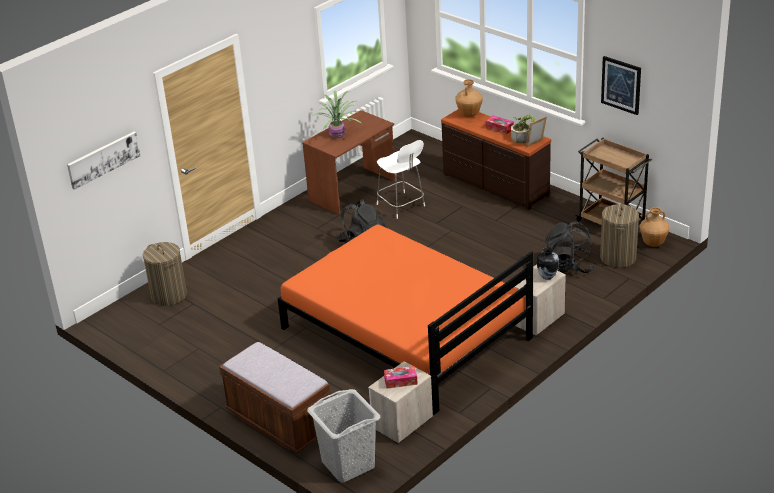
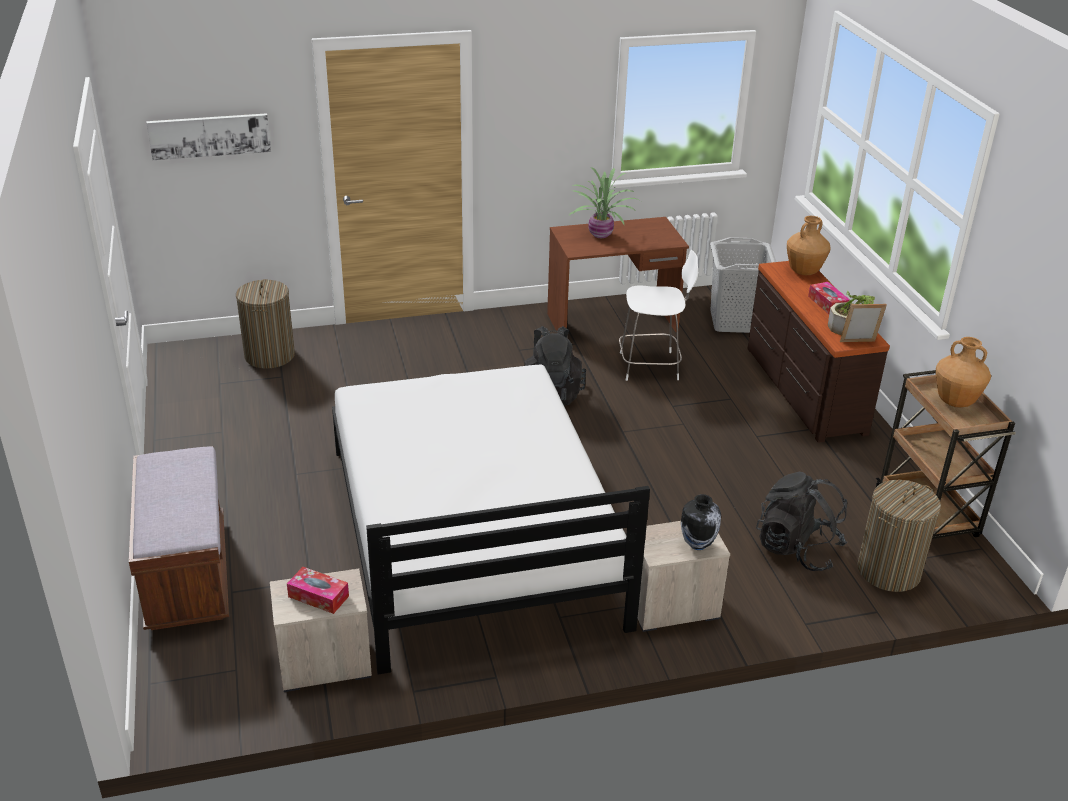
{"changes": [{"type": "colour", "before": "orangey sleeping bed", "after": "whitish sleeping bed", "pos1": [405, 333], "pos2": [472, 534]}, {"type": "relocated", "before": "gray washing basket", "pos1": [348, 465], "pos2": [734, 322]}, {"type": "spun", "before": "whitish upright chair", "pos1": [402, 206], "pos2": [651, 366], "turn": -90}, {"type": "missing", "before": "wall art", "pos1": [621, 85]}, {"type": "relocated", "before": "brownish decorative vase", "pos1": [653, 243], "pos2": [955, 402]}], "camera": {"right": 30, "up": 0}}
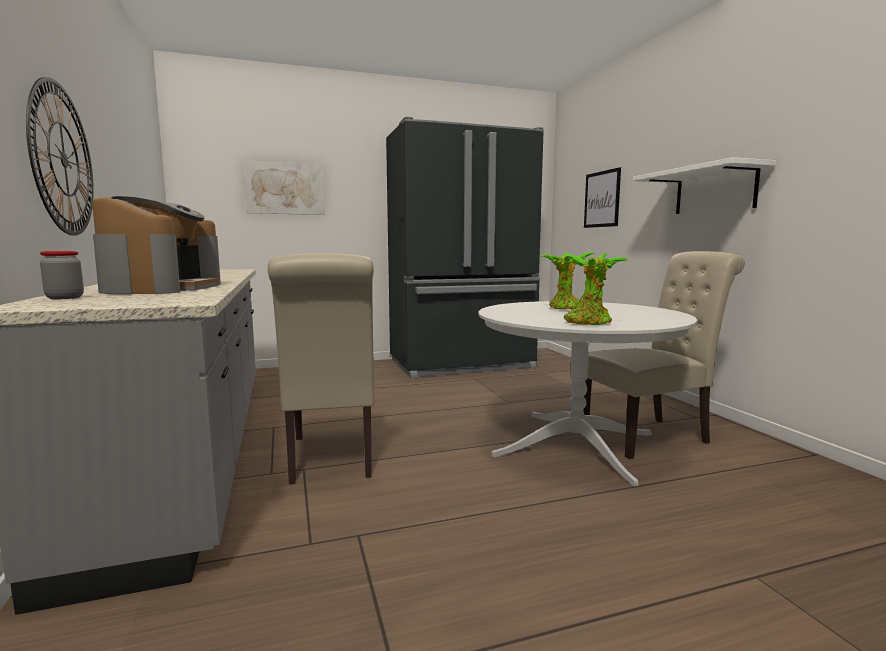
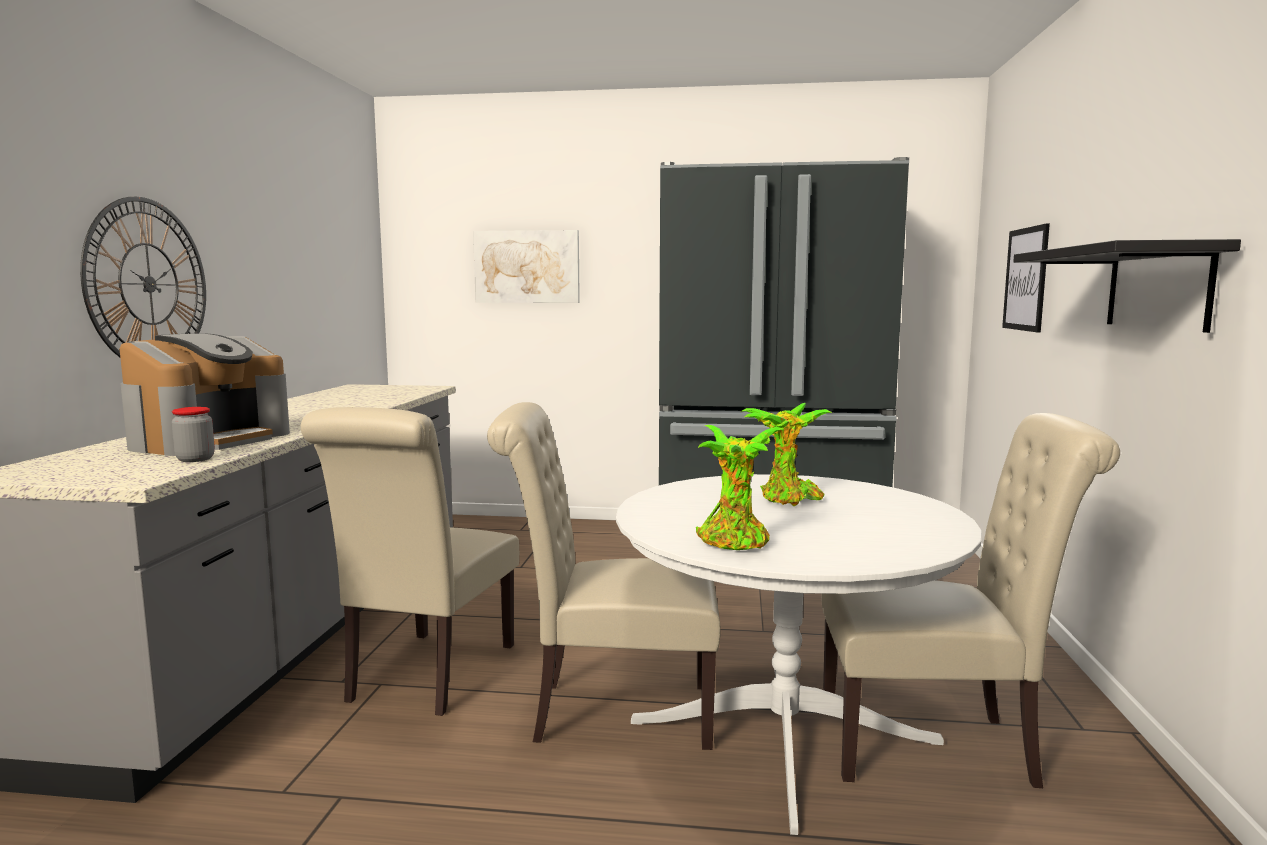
{"changes": [{"type": "relocated", "before": "jar", "pos1": [65, 298], "pos2": [195, 459]}, {"type": "colour", "before": "whitish wall shelf", "after": "black wall shelf", "pos1": [714, 190], "pos2": [1157, 288]}, {"type": "appeared", "after": "beige-coloured upright chair", "pos2": [611, 712]}], "camera": {"right": 25, "up": 0}}
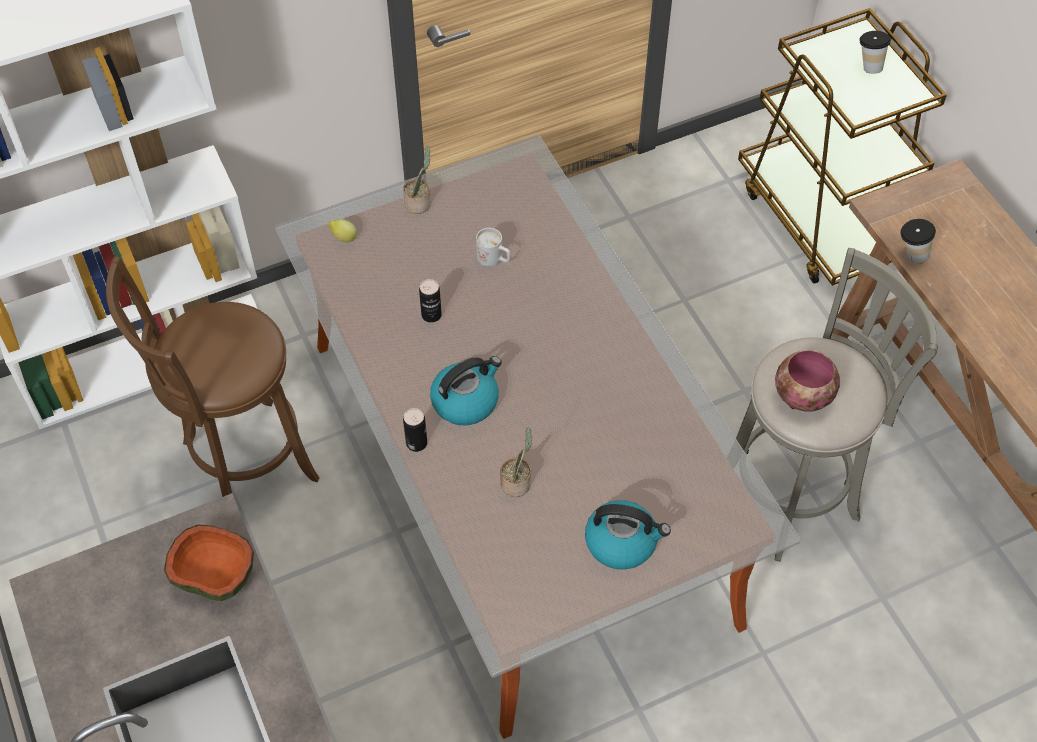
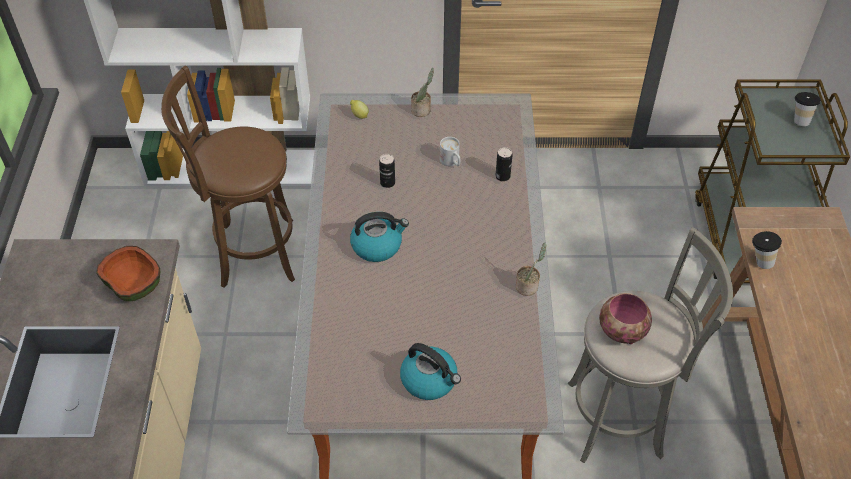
{"changes": [{"type": "relocated", "before": "metal can", "pos1": [416, 443], "pos2": [502, 176]}, {"type": "relocated", "before": "plant in a pot", "pos1": [517, 482], "pos2": [528, 286]}], "camera": {"right": 25, "up": -5}}
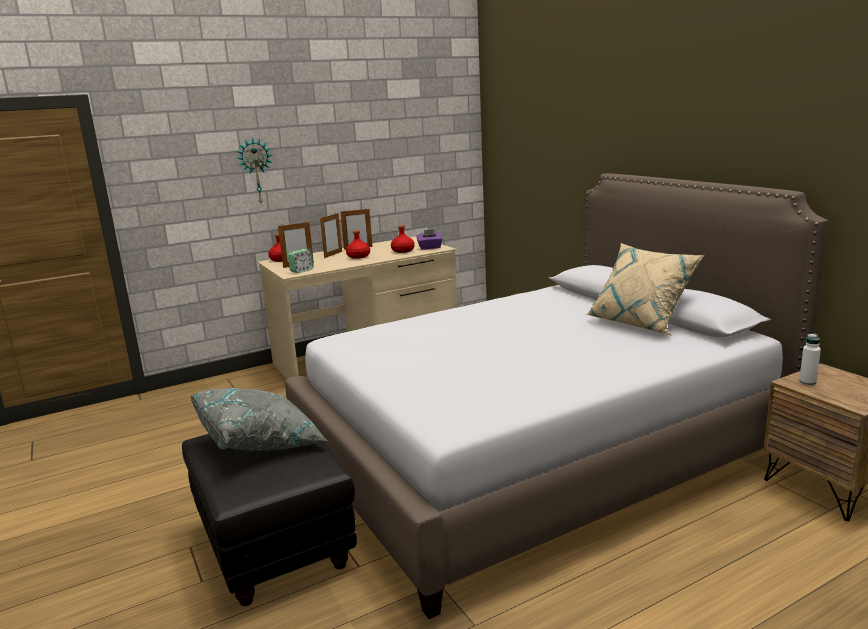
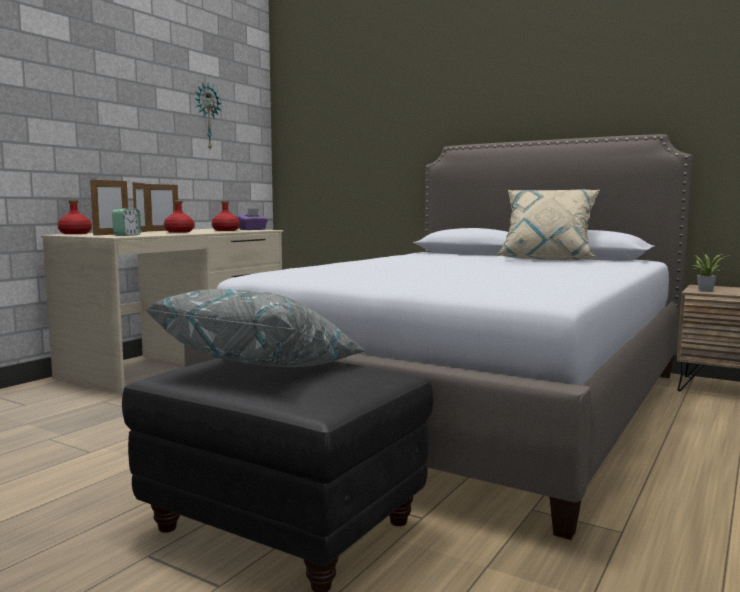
{"changes": [{"type": "relocated", "before": "wall clock", "pos1": [256, 171], "pos2": [206, 116]}, {"type": "exchanged", "before": "whitish bottle", "after": "plant in a pot", "pos1": [807, 382], "pos2": [705, 290]}], "camera": {"right": -30, "up": -10}}
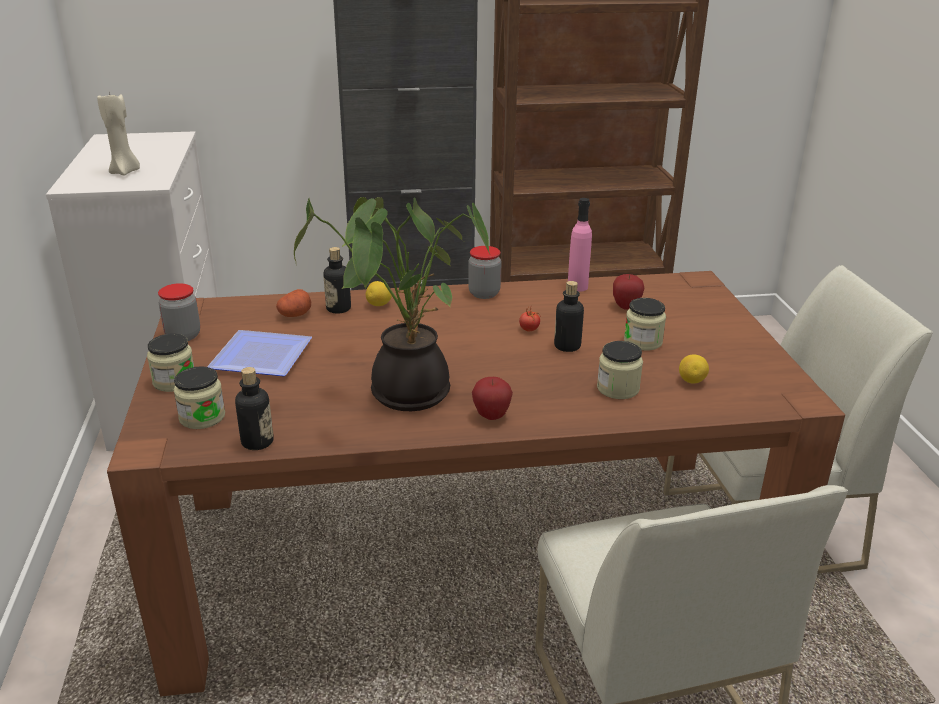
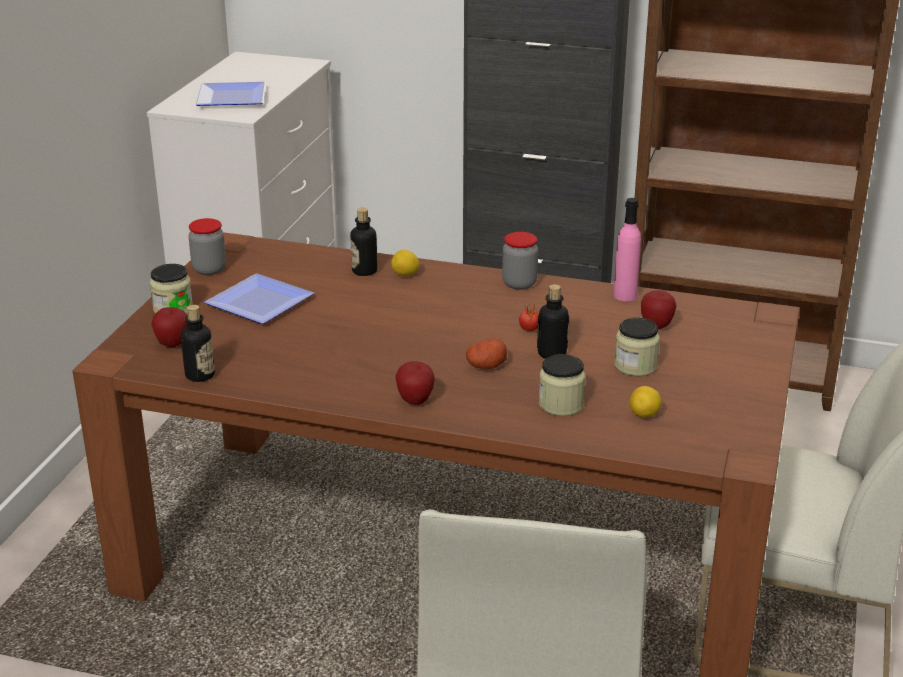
{"changes": [{"type": "exchanged", "before": "beige-coloured wax light", "after": "plate", "pos1": [125, 172], "pos2": [229, 99]}, {"type": "exchanged", "before": "jar", "after": "apple", "pos1": [202, 417], "pos2": [172, 344]}, {"type": "relocated", "before": "whole potato", "pos1": [295, 315], "pos2": [486, 366]}, {"type": "missing", "before": "plant in a pot", "pos1": [405, 390]}], "camera": {"right": 25, "up": 0}}
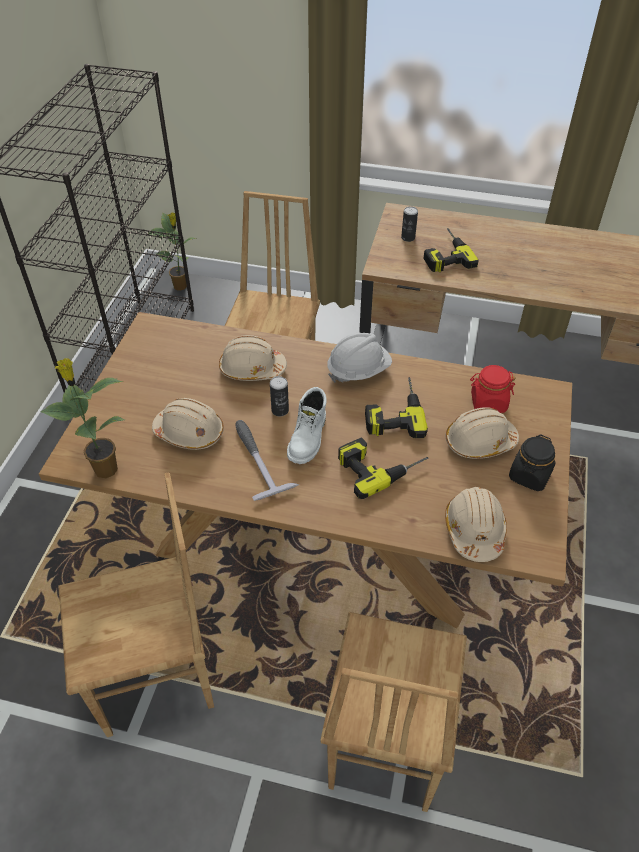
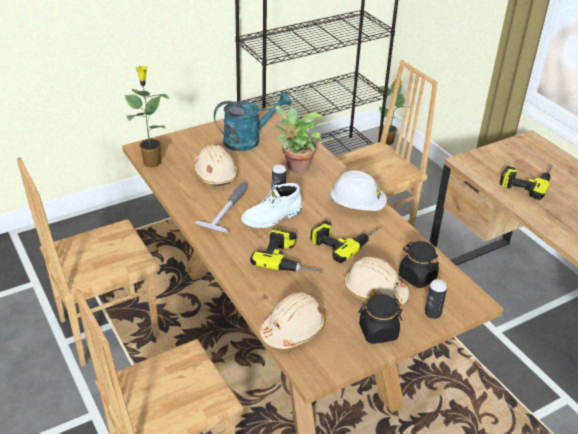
{"changes": [{"type": "spun", "before": "brownish upright chair", "pos1": [156, 680], "pos2": [107, 328], "turn": 120}, {"type": "exchanged", "before": "beige-coloured safety helmet", "after": "plant in a pot", "pos1": [252, 369], "pos2": [295, 166]}, {"type": "relocated", "before": "metal can", "pos1": [408, 238], "pos2": [432, 313]}, {"type": "colour", "before": "red-coloured jar", "after": "black jar", "pos1": [488, 402], "pos2": [417, 276]}, {"type": "appeared", "after": "blue-green watering can", "pos2": [248, 140]}], "camera": {"right": 45, "up": -10}}
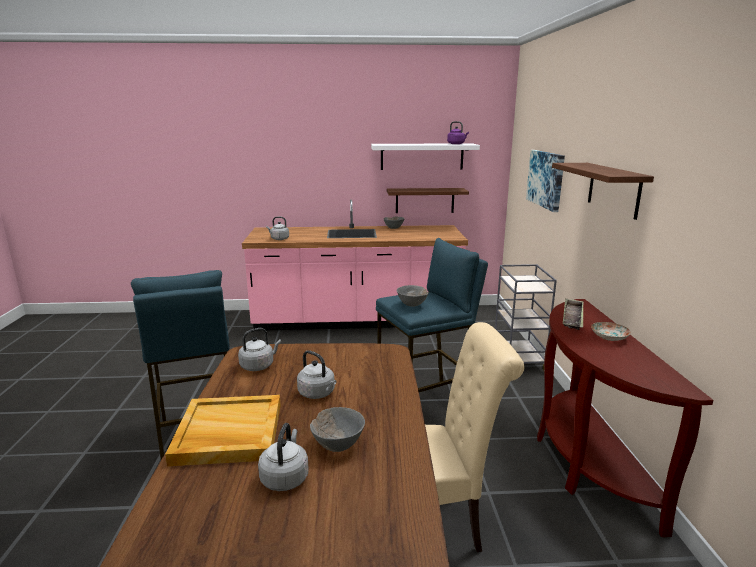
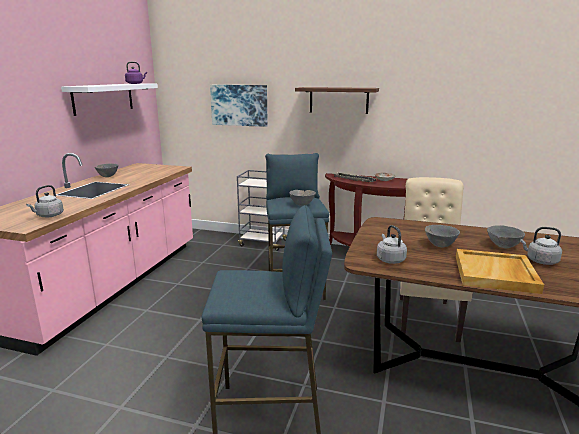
{"changes": [{"type": "exchanged", "before": "gray kettle", "after": "gray deep dish", "pos1": [318, 394], "pos2": [439, 245]}, {"type": "missing", "before": "wall shelf", "pos1": [424, 200]}], "camera": {"right": -70, "up": 0}}
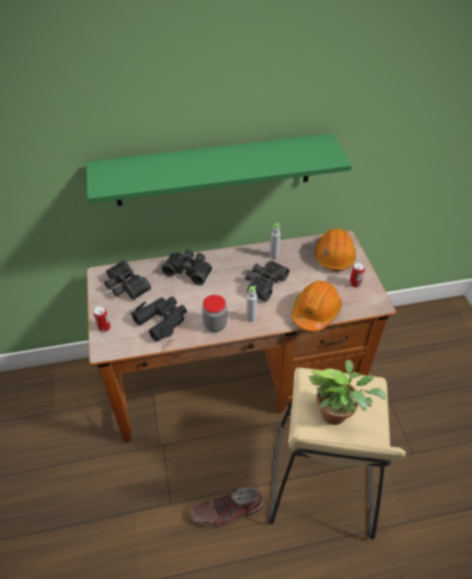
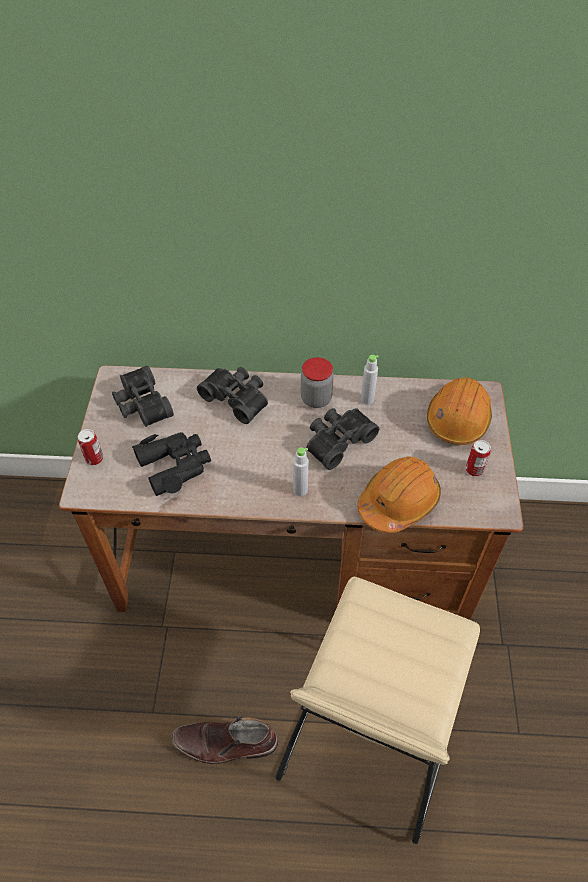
{"changes": [{"type": "missing", "before": "greenish wall shelf", "pos1": [214, 170]}, {"type": "relocated", "before": "jar", "pos1": [215, 325], "pos2": [316, 399]}, {"type": "missing", "before": "plant in a pot", "pos1": [337, 413]}], "camera": {"right": 15, "up": 5}}
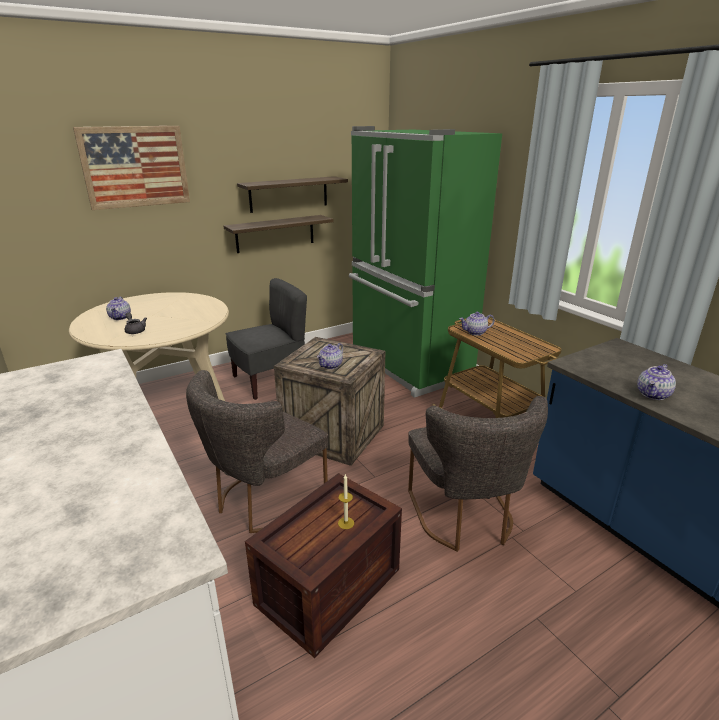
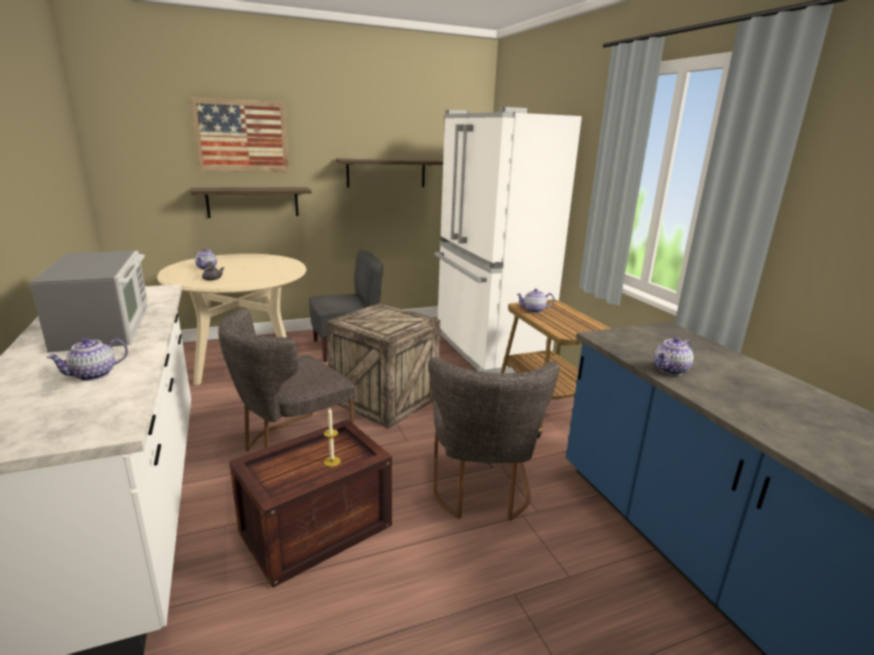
{"changes": [{"type": "relocated", "before": "wall shelf", "pos1": [275, 233], "pos2": [253, 202]}, {"type": "relocated", "before": "pot for tea", "pos1": [330, 365], "pos2": [93, 375]}, {"type": "colour", "before": "greenish refrigerator", "after": "whitish refrigerator", "pos1": [408, 366], "pos2": [486, 350]}, {"type": "appeared", "after": "microwave", "pos2": [106, 327]}], "camera": {"right": 10, "up": -5}}
